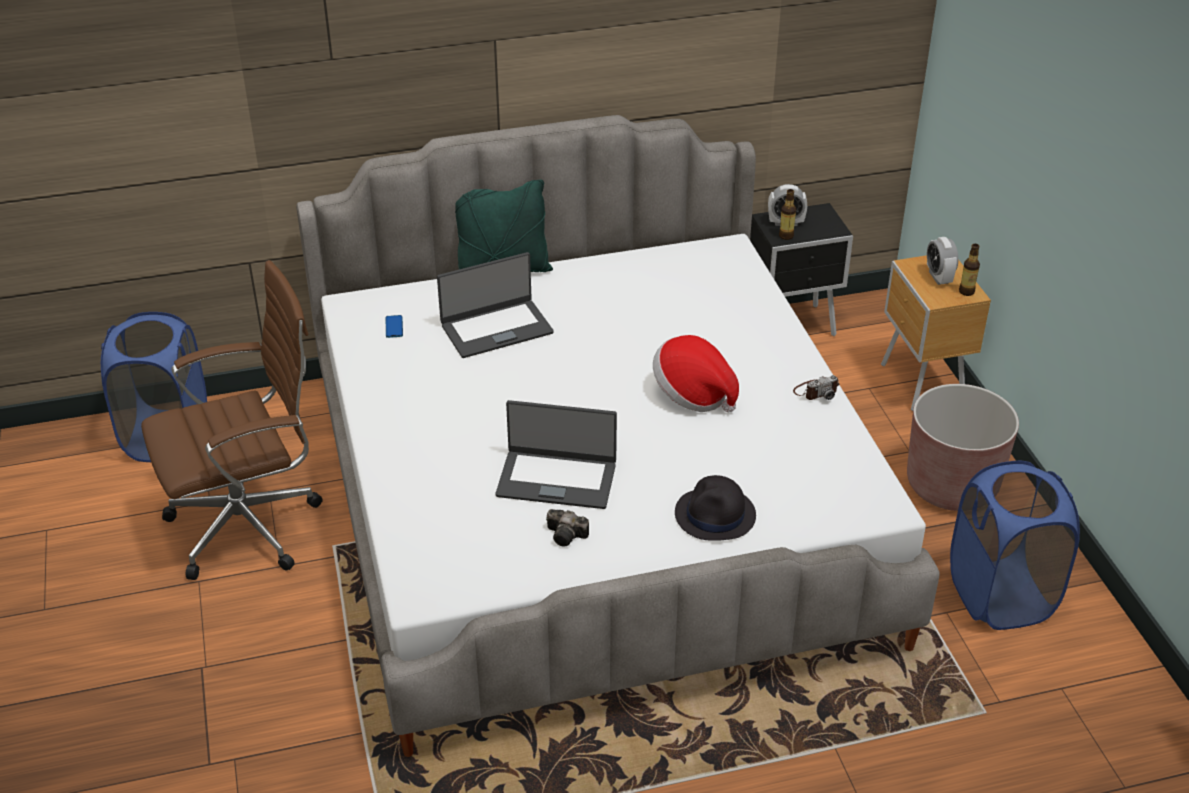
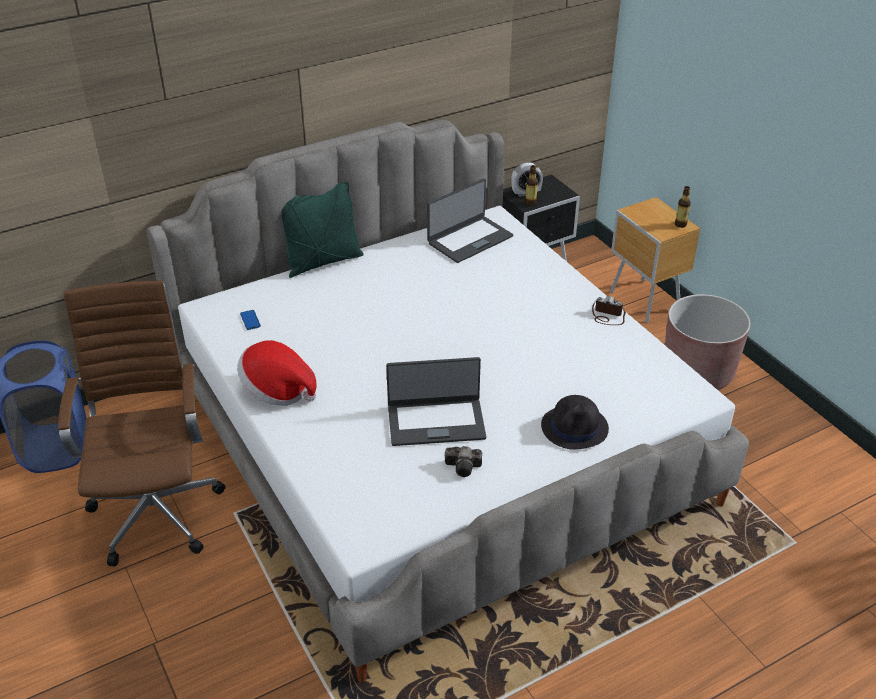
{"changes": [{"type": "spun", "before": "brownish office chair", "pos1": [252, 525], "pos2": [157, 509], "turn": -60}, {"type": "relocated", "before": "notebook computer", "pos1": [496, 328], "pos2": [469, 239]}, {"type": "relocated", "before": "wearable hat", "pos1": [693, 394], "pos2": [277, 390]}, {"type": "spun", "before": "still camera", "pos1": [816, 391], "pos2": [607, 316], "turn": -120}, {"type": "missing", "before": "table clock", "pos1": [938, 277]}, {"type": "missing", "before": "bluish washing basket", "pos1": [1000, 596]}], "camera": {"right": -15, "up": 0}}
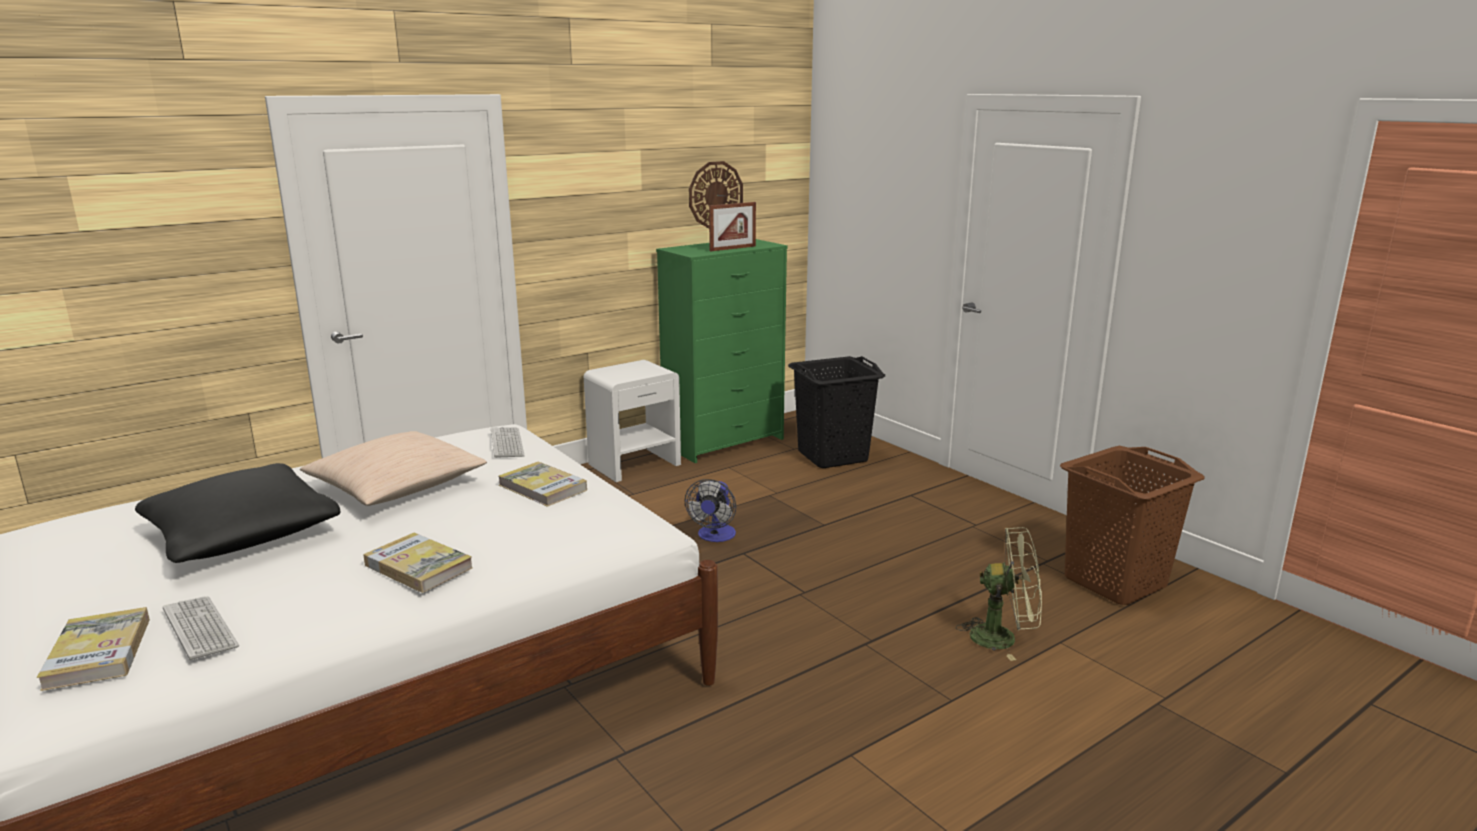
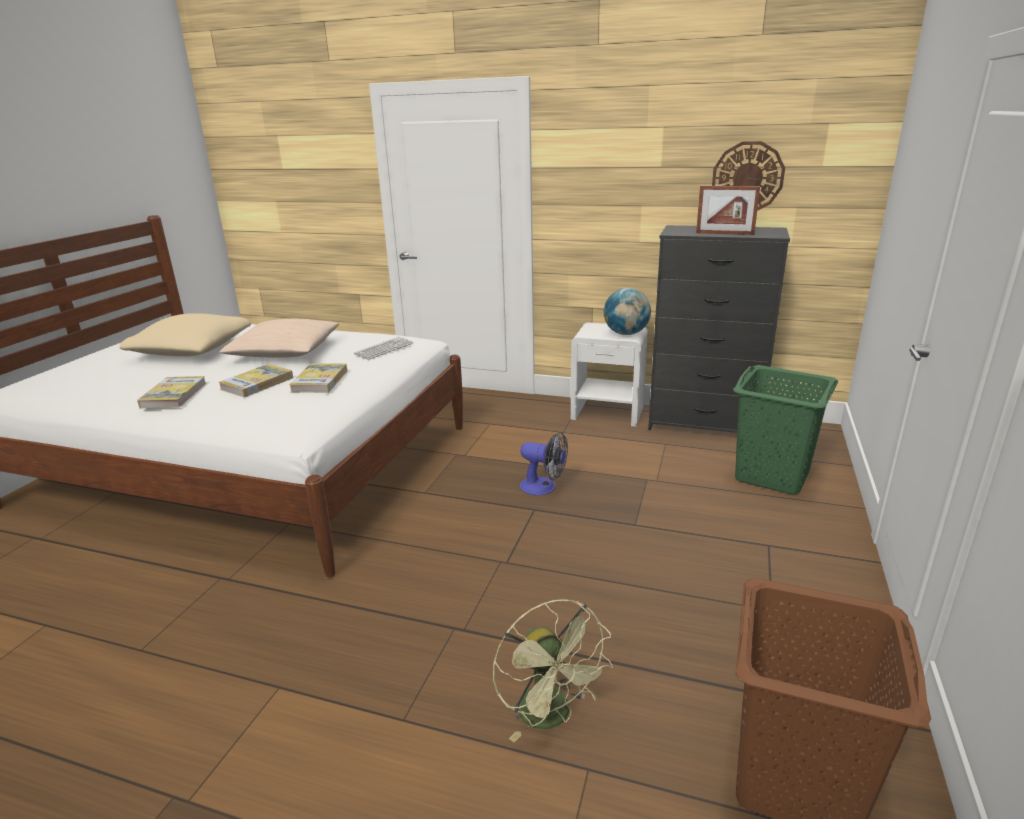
{"changes": [{"type": "relocated", "before": "volume", "pos1": [98, 652], "pos2": [257, 383]}, {"type": "colour", "before": "black cushion", "after": "beige-coloured cushion", "pos1": [242, 535], "pos2": [192, 350]}, {"type": "missing", "before": "PC keyboard", "pos1": [200, 628]}, {"type": "colour", "before": "greenish chest of drawers", "after": "black chest of drawers", "pos1": [724, 442], "pos2": [705, 424]}, {"type": "spun", "before": "electric fan", "pos1": [715, 536], "pos2": [544, 487], "turn": -135}, {"type": "colour", "before": "black washing basket", "after": "greenish washing basket", "pos1": [833, 456], "pos2": [772, 476]}, {"type": "appeared", "after": "world globe", "pos2": [626, 334]}], "camera": {"right": 55, "up": 5}}
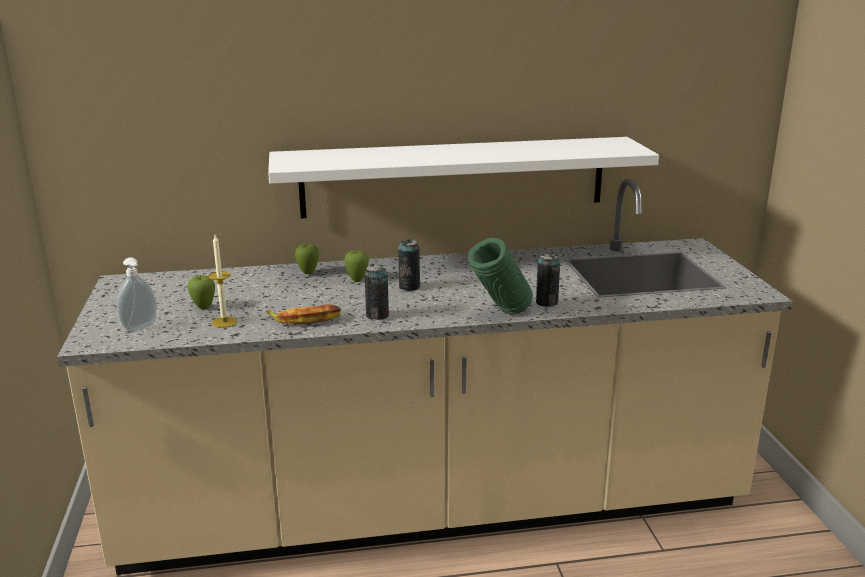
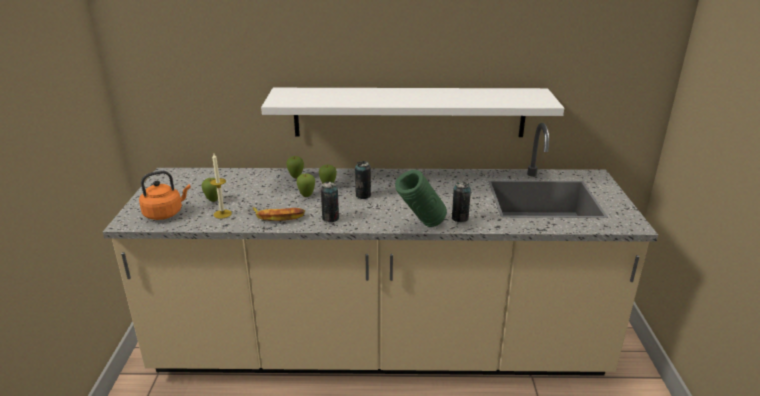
{"changes": [{"type": "exchanged", "before": "soap bottle", "after": "orangey kettle", "pos1": [141, 328], "pos2": [165, 213]}, {"type": "appeared", "after": "apple", "pos2": [306, 196]}], "camera": {"right": 10, "up": 5}}
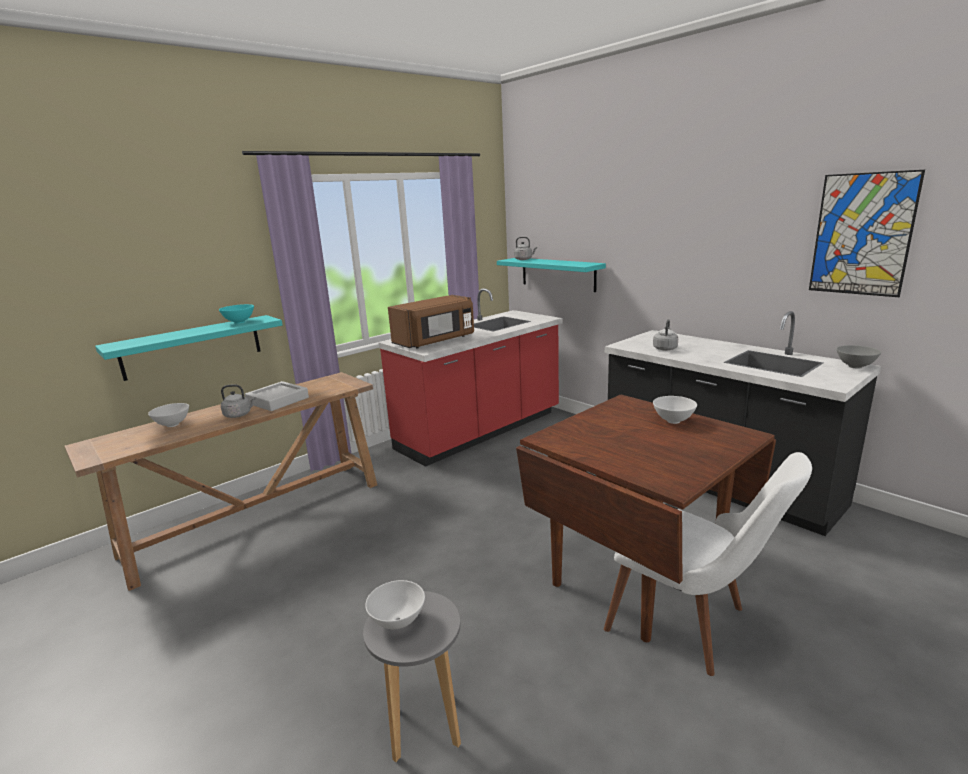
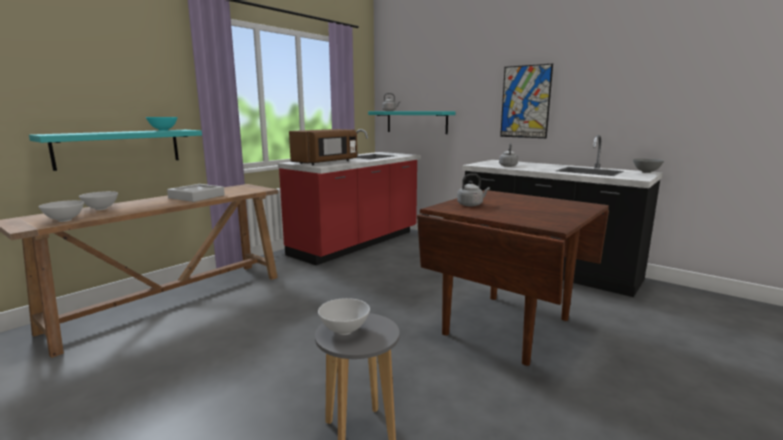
{"changes": [{"type": "relocated", "before": "gray kettle", "pos1": [239, 415], "pos2": [471, 205]}, {"type": "missing", "before": "whitish upright chair", "pos1": [693, 625]}, {"type": "relocated", "before": "whitish deep dish", "pos1": [673, 421], "pos2": [64, 220]}, {"type": "relocated", "before": "wall art", "pos1": [862, 234], "pos2": [525, 102]}], "camera": {"right": -10, "up": -5}}
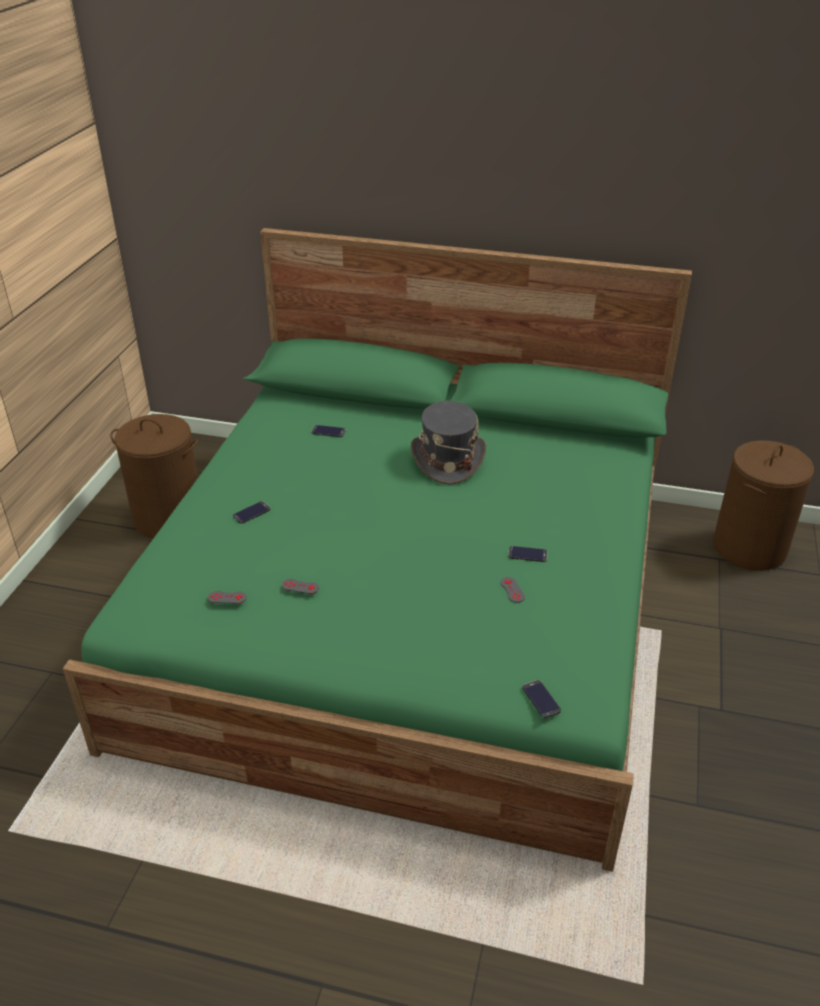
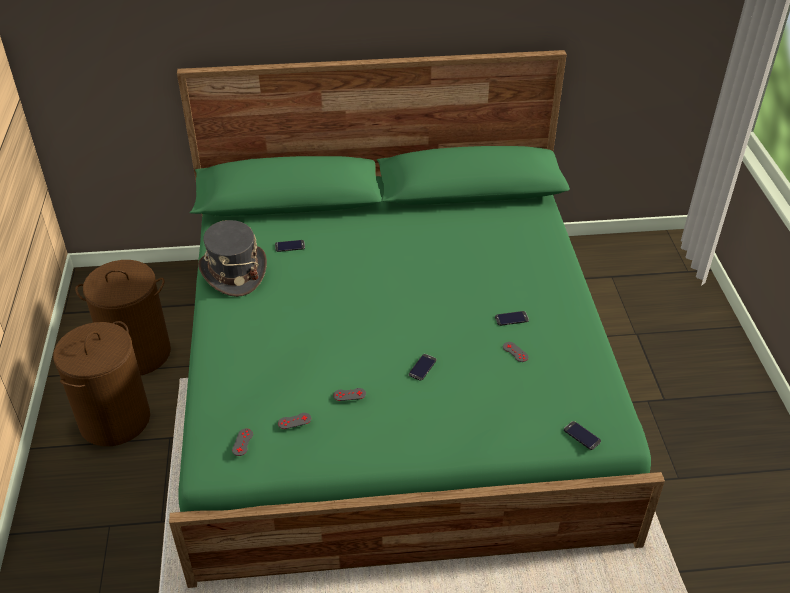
{"changes": [{"type": "relocated", "before": "telephone", "pos1": [252, 513], "pos2": [422, 367]}, {"type": "relocated", "before": "gray wearable hat", "pos1": [447, 459], "pos2": [233, 272]}, {"type": "relocated", "before": "brownish washing basket", "pos1": [749, 548], "pos2": [114, 420]}, {"type": "appeared", "after": "gray game controller", "pos2": [242, 442]}], "camera": {"right": -20, "up": 5}}
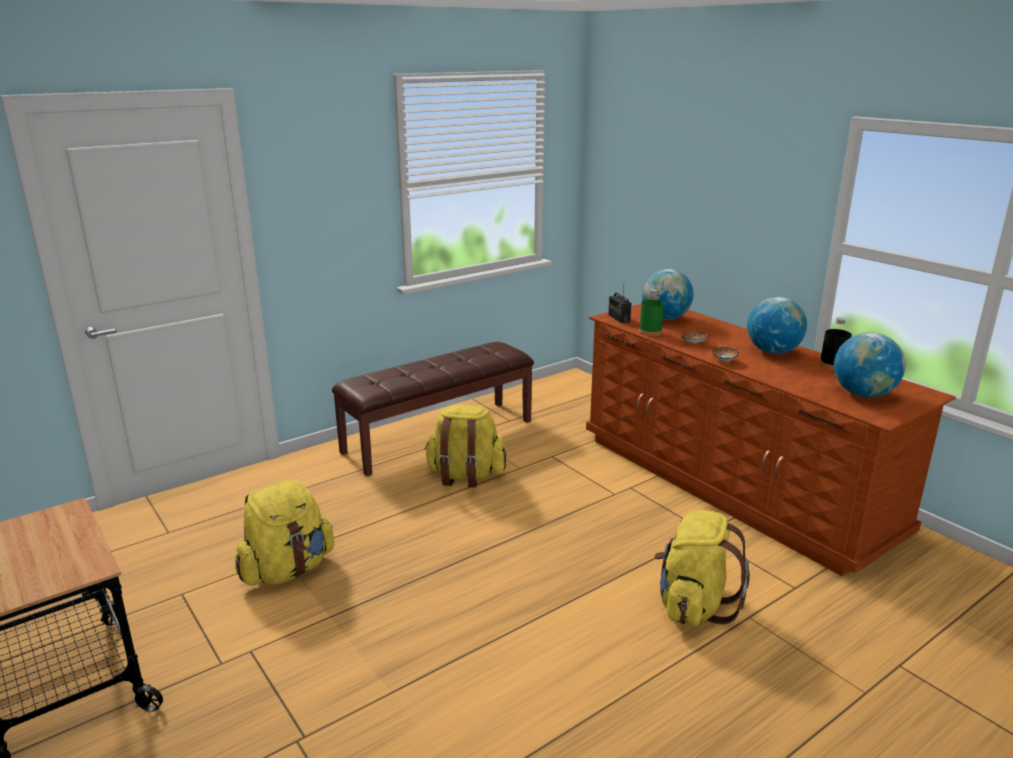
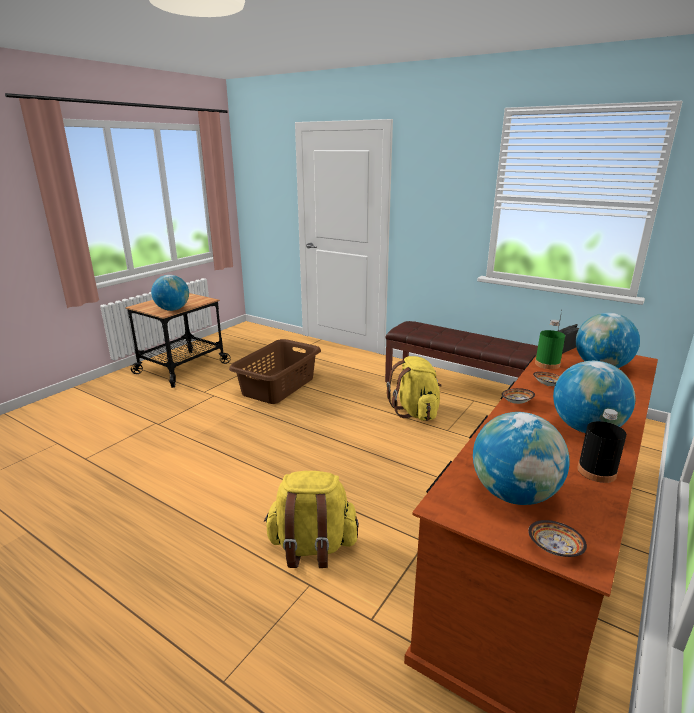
{"changes": [{"type": "exchanged", "before": "yellowish knapsack", "after": "brownish washing basket", "pos1": [288, 570], "pos2": [279, 386]}, {"type": "appeared", "after": "world globe", "pos2": [172, 309]}, {"type": "appeared", "after": "deep dish", "pos2": [554, 549]}], "camera": {"right": 70, "up": 0}}
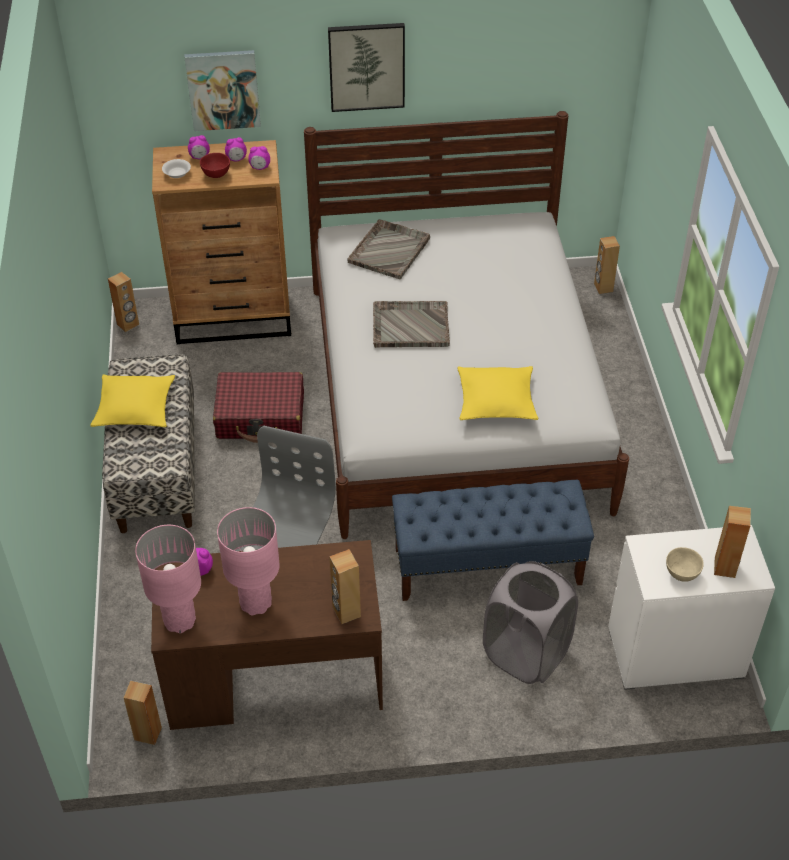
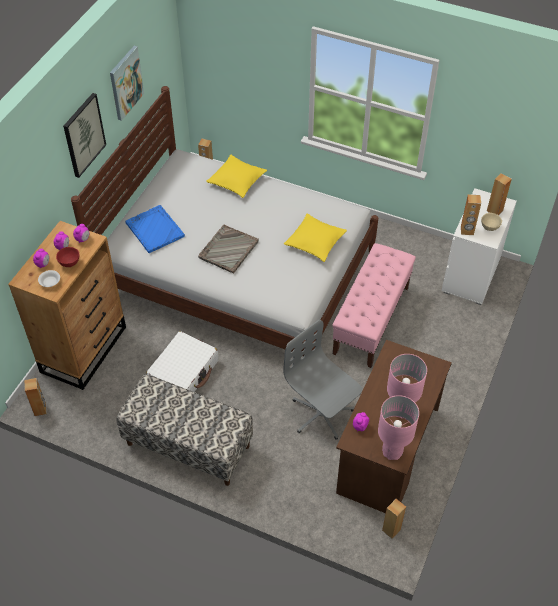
{"changes": [{"type": "relocated", "before": "yellowish cushion", "pos1": [135, 408], "pos2": [237, 181]}, {"type": "relocated", "before": "wall art", "pos1": [223, 89], "pos2": [125, 82]}, {"type": "colour", "before": "red-coloured suitcase", "after": "whitish suitcase", "pos1": [261, 416], "pos2": [184, 372]}, {"type": "relocated", "before": "brownish loudspeaker", "pos1": [346, 612], "pos2": [467, 231]}, {"type": "colour", "before": "gray serving tray", "after": "bluish serving tray", "pos1": [389, 250], "pos2": [154, 229]}, {"type": "colour", "before": "bluish bench", "after": "pinkish bench", "pos1": [488, 566], "pos2": [371, 319]}, {"type": "missing", "before": "gray washing basket", "pos1": [525, 653]}], "camera": {"right": -60, "up": 5}}
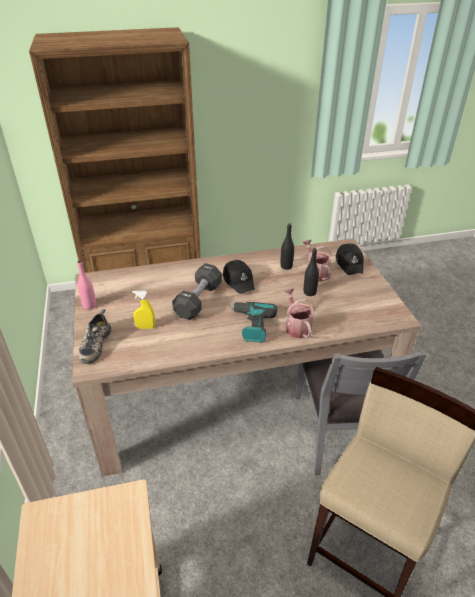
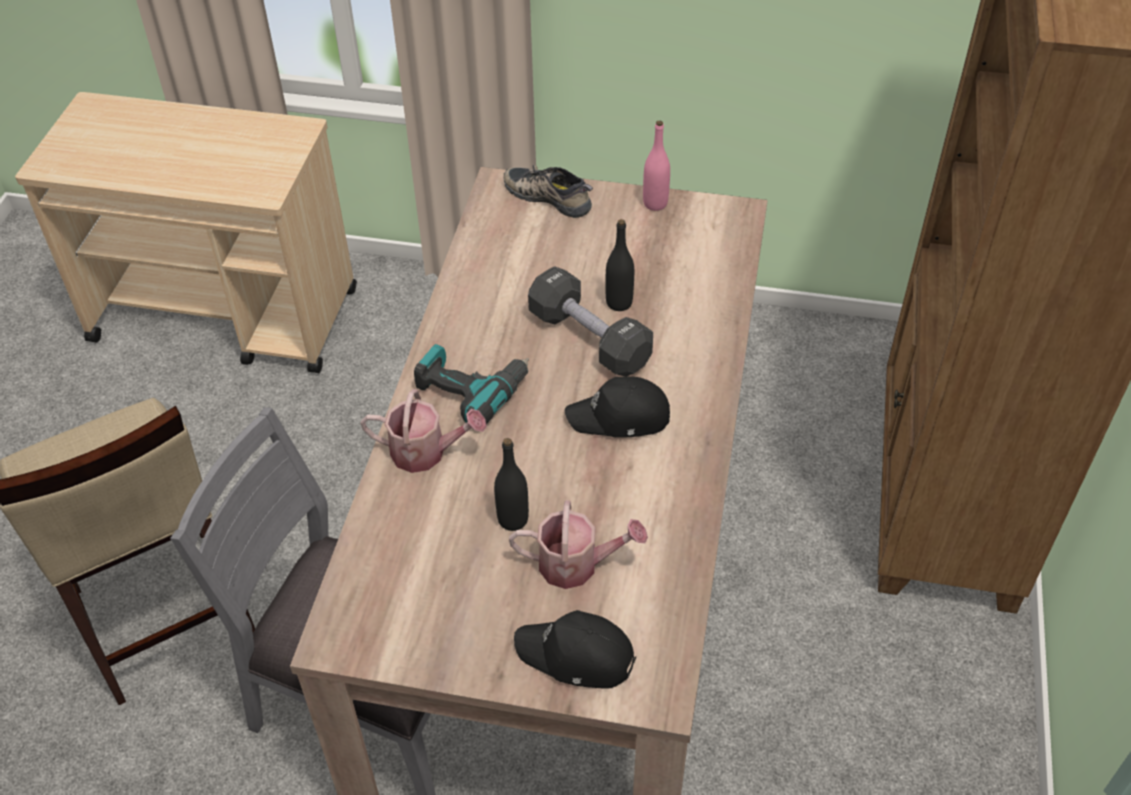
{"changes": [{"type": "missing", "before": "yellowish hand sprayer", "pos1": [145, 327]}, {"type": "relocated", "before": "black bottle", "pos1": [286, 266], "pos2": [619, 303]}], "camera": {"right": 115, "up": 10}}
